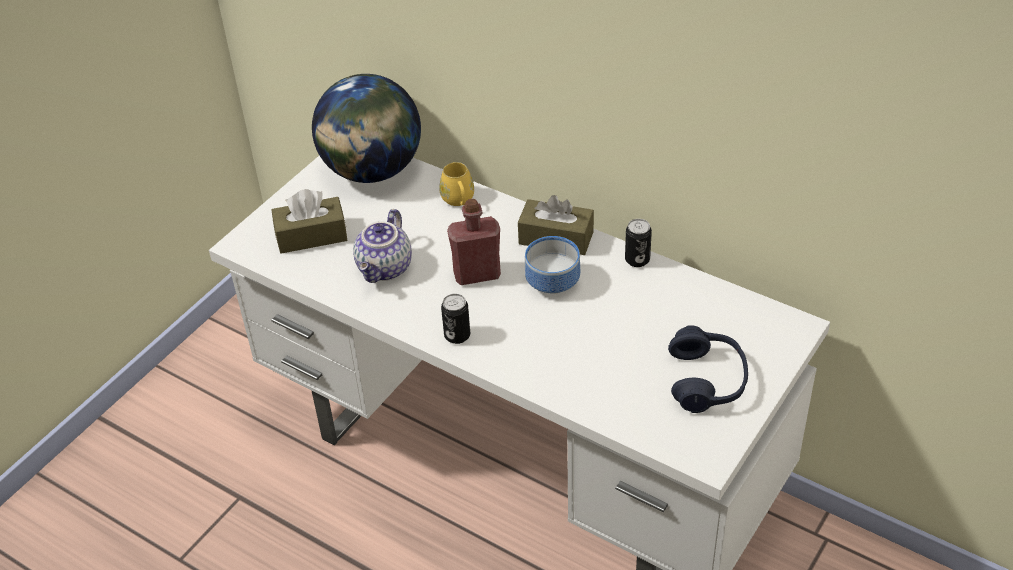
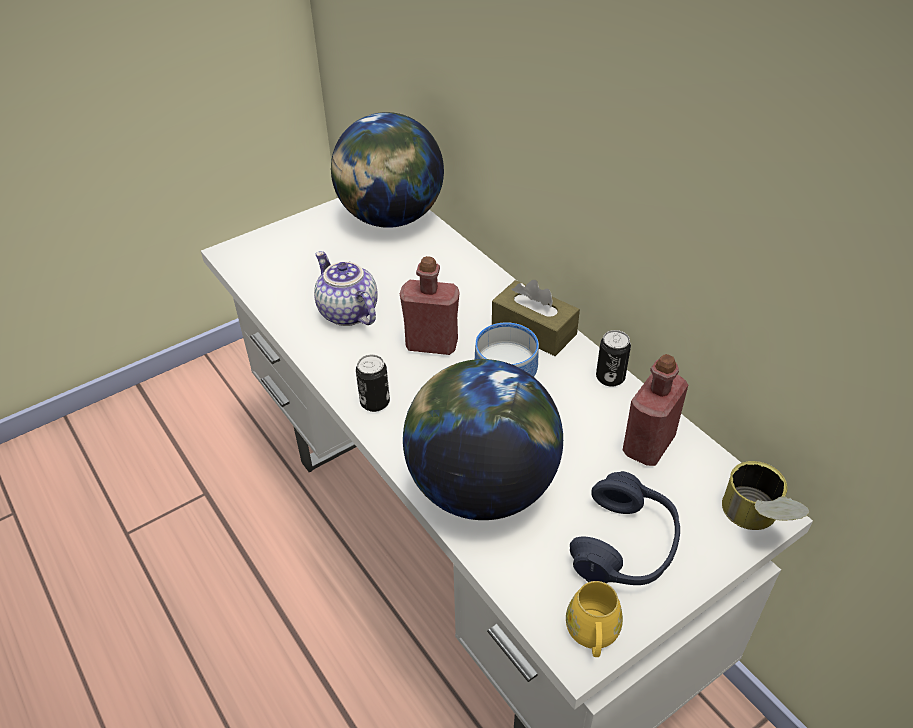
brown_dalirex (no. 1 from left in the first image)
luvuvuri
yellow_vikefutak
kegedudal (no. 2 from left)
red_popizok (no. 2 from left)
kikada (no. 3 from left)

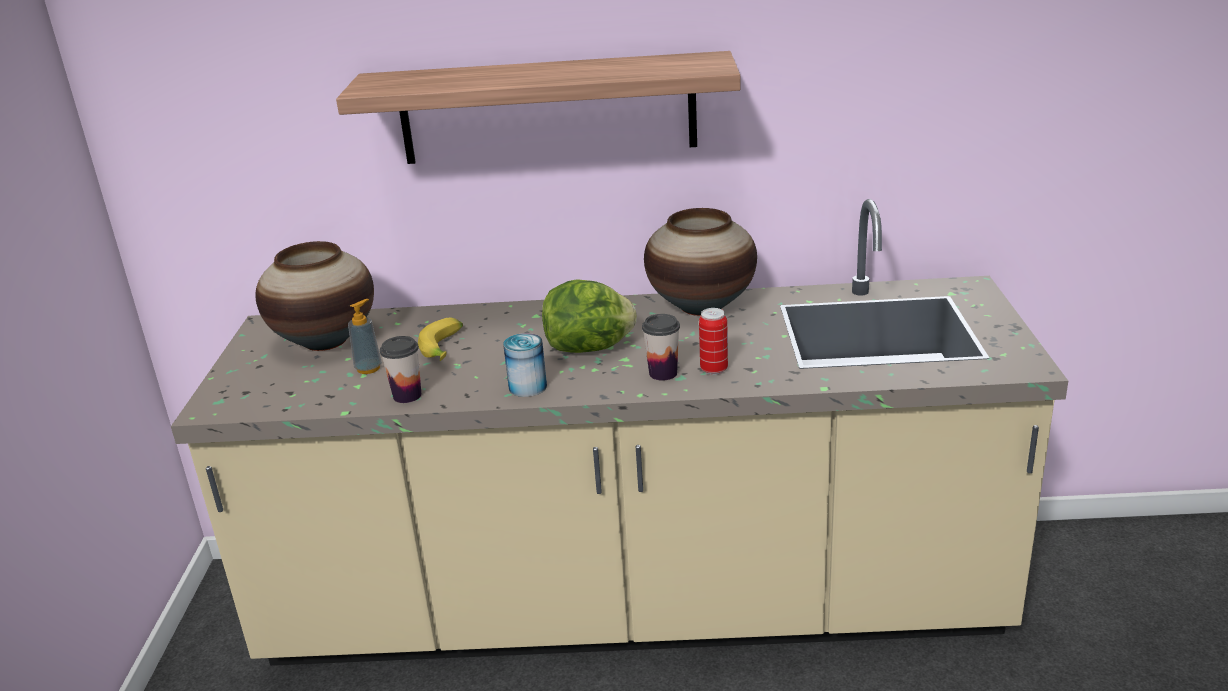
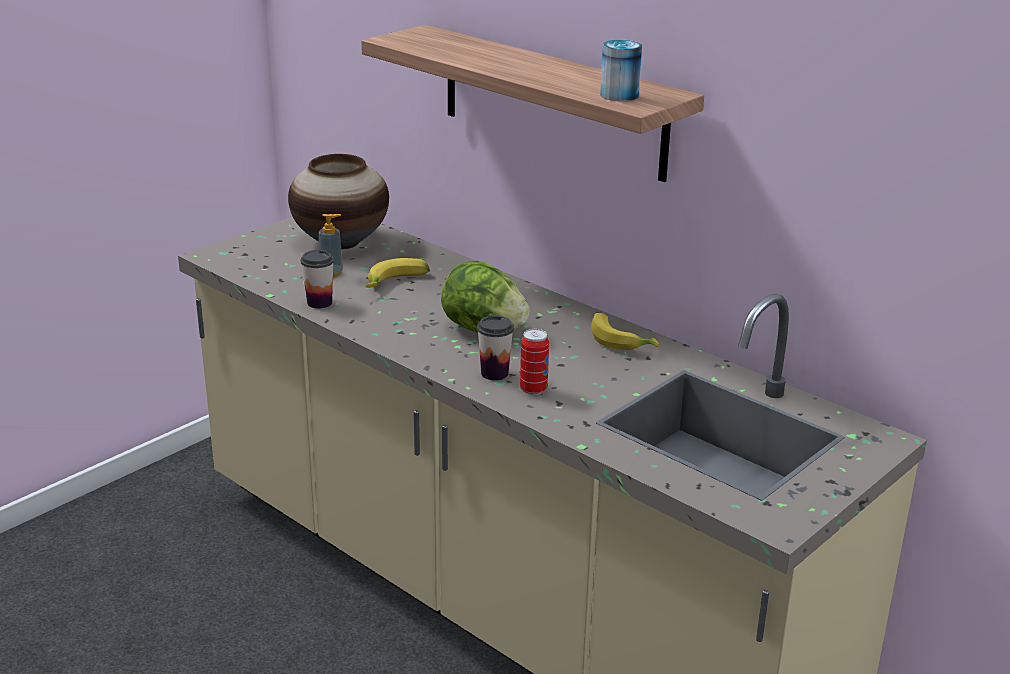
kikada (no. 2 from left)
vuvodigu (no. 2 from left)

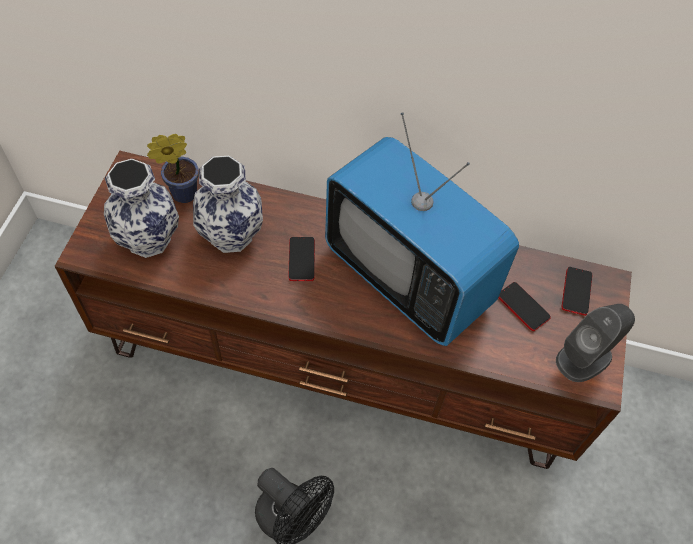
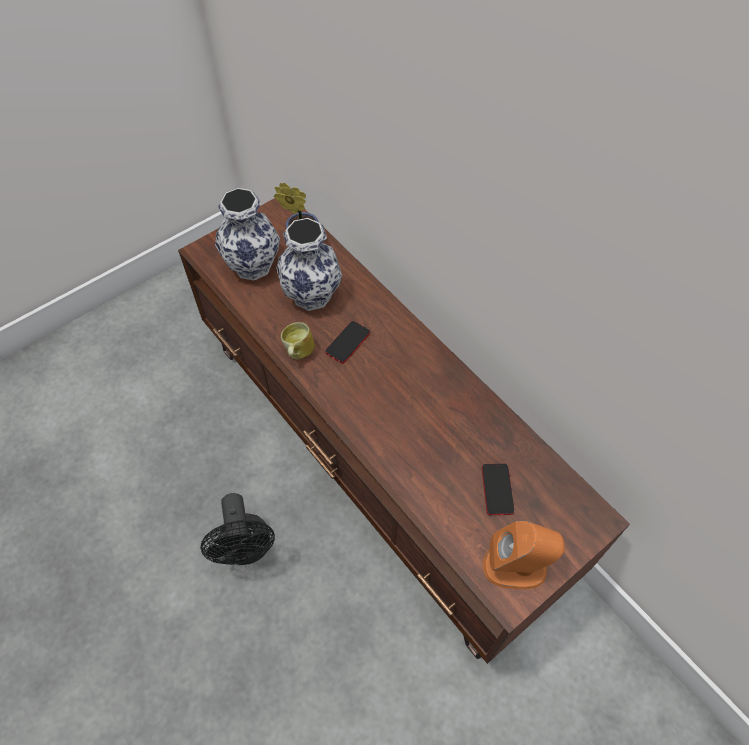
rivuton
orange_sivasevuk
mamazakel (no. 3 from left in the first image)
vikefutak

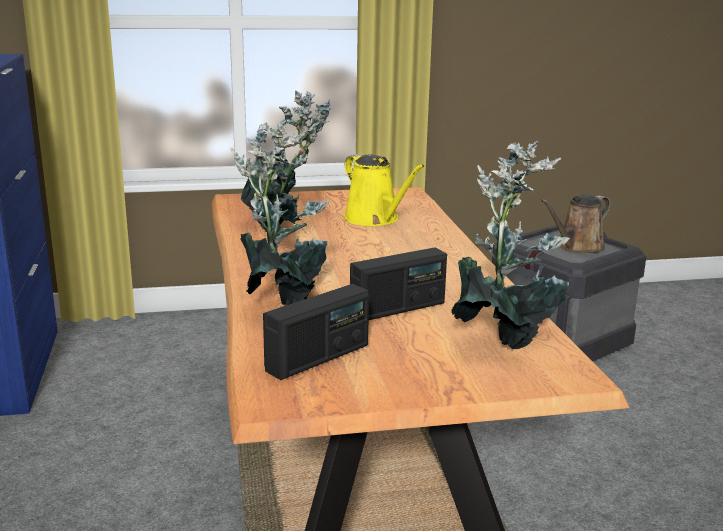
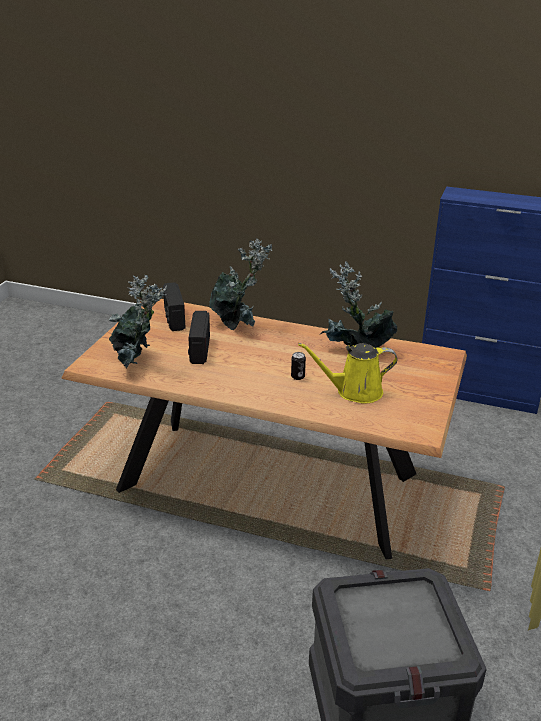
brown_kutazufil
kikada

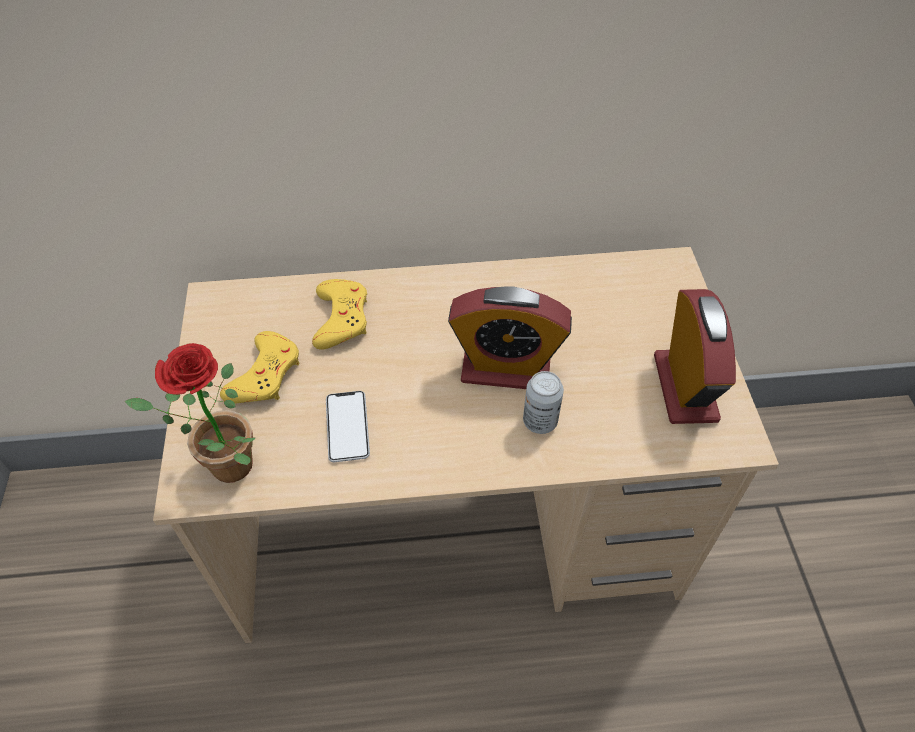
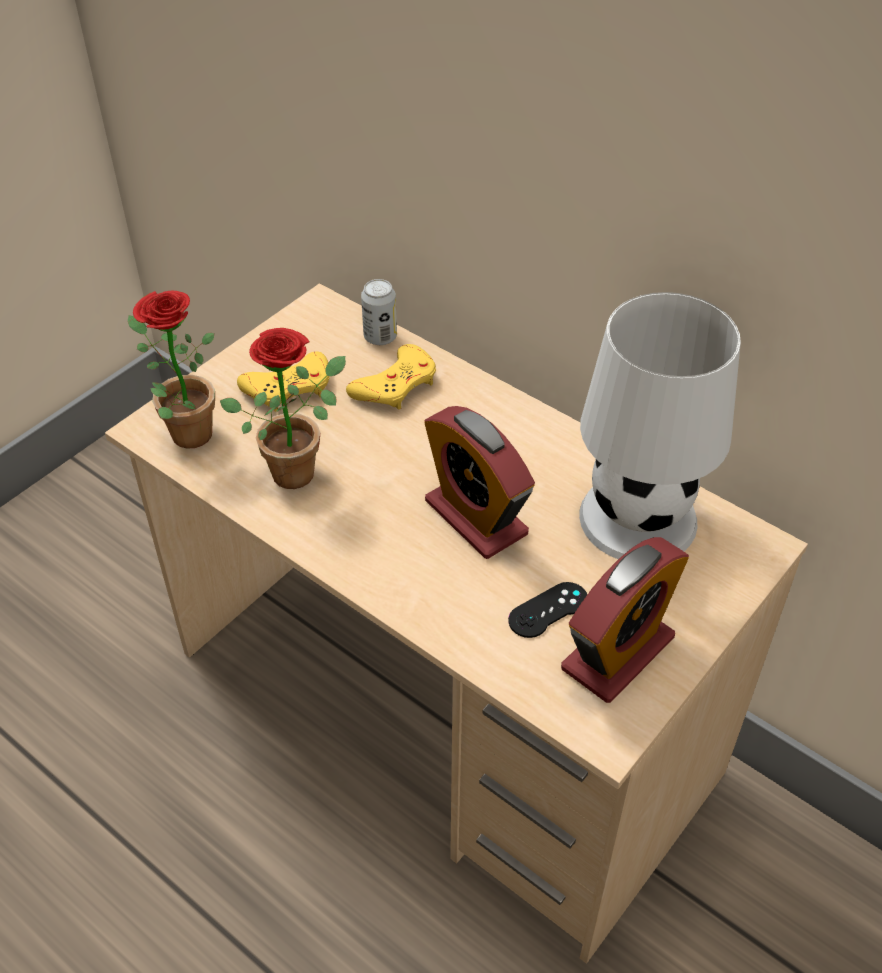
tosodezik (no. 2 from left)
kikada
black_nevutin
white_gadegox

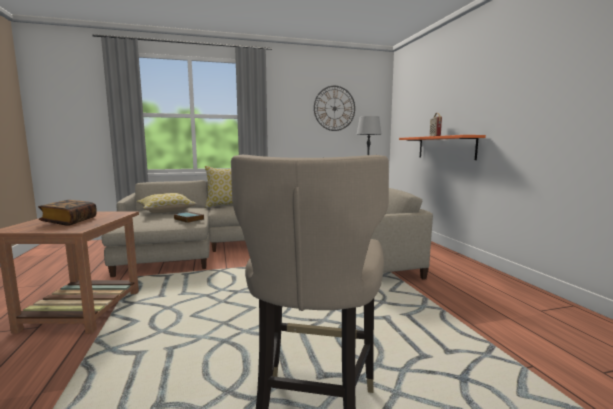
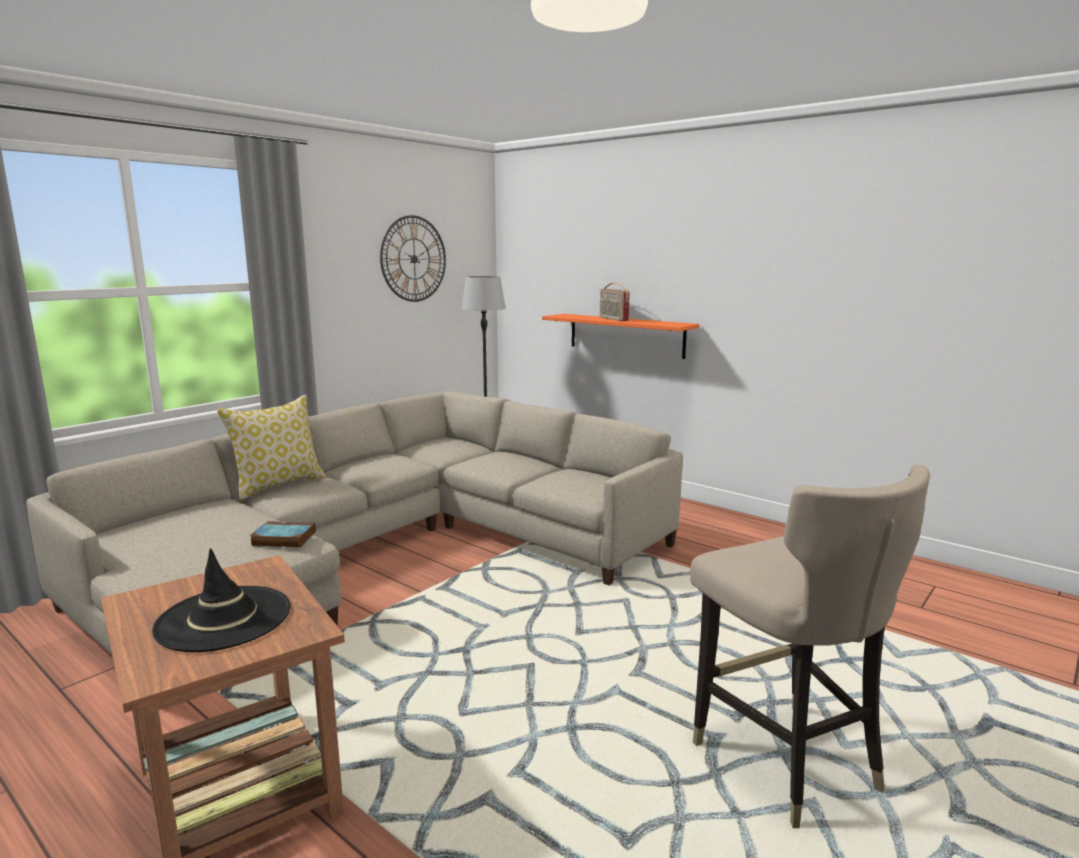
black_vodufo
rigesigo (no. 1 from left in the first image)

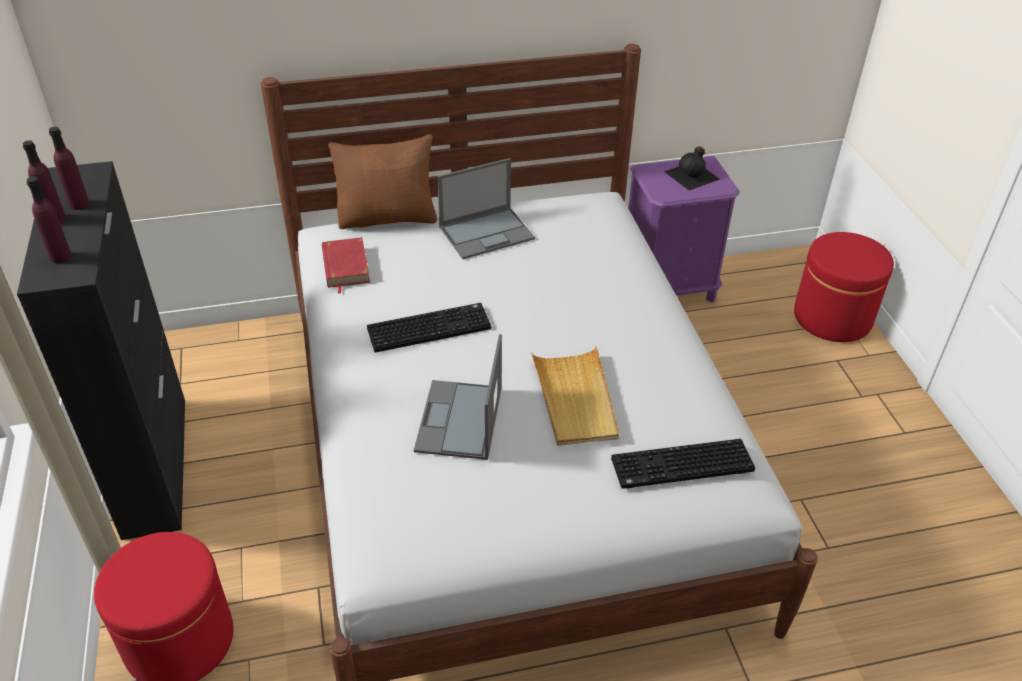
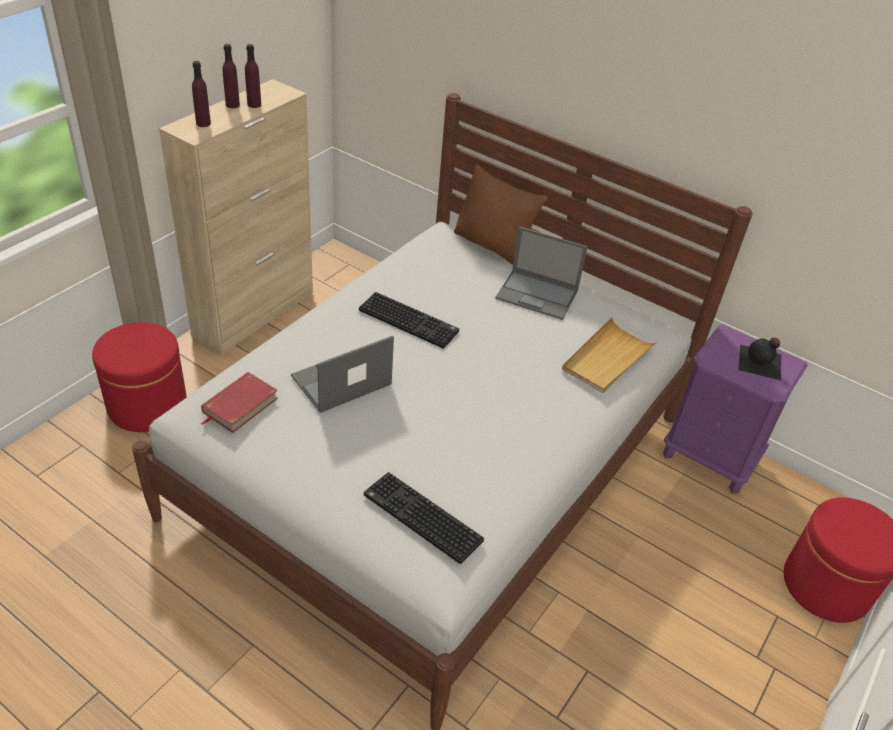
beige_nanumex
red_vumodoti
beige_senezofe

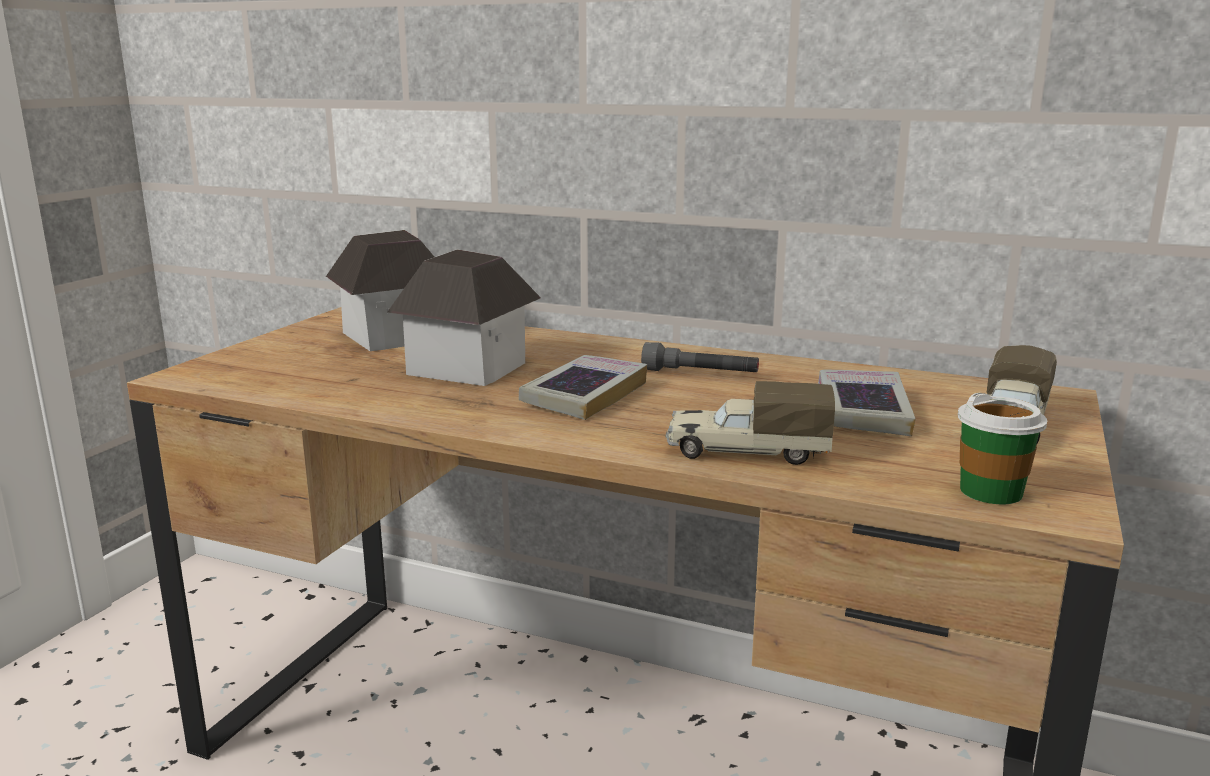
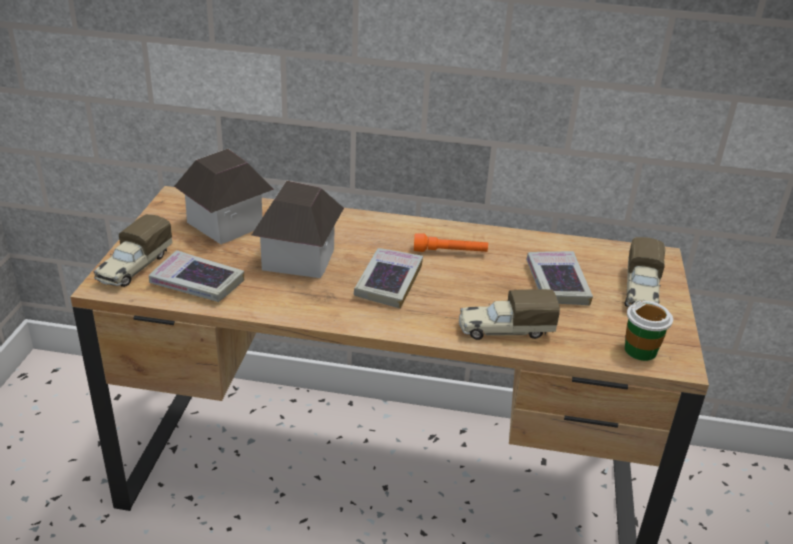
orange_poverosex
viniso (no. 1 from left)
vumodoti (no. 1 from left)

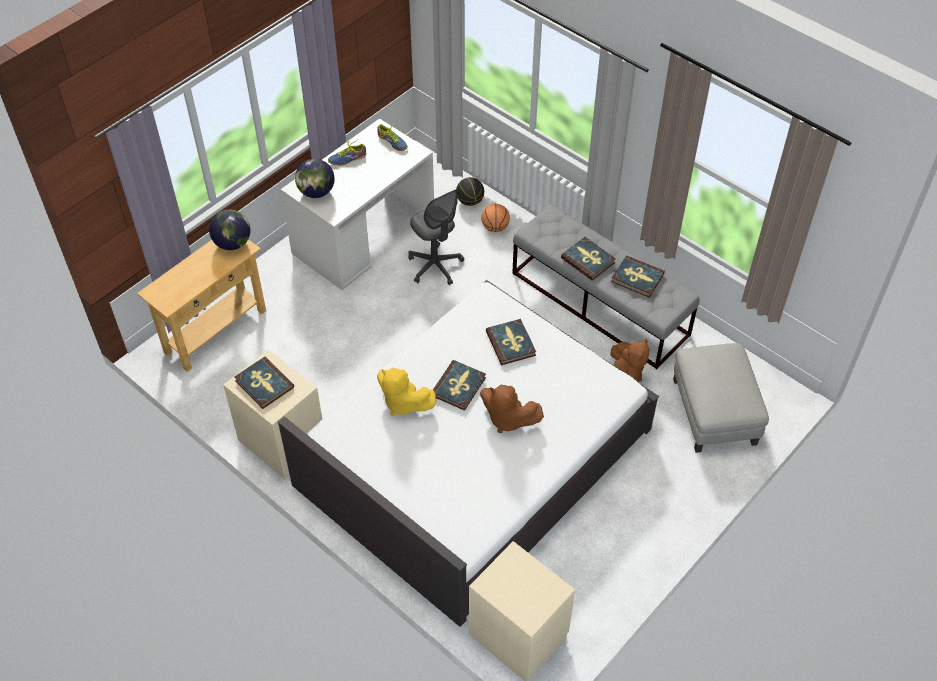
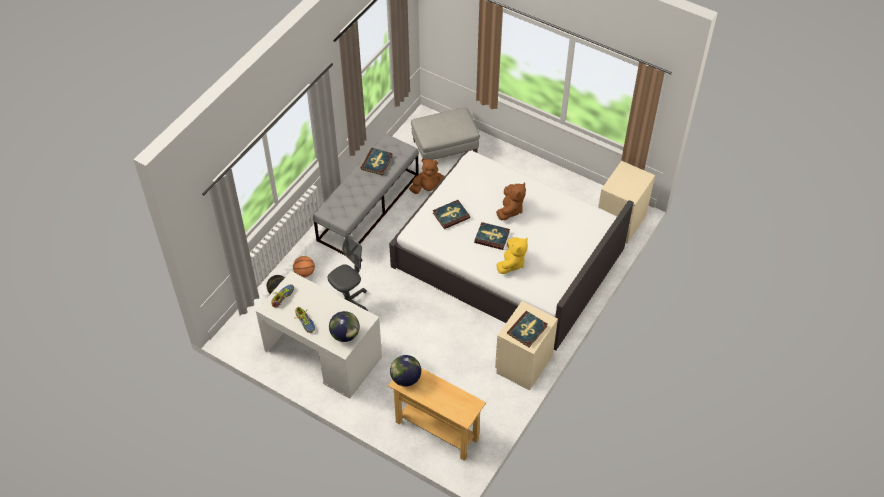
vumodoti (no. 4 from left in the first image)

